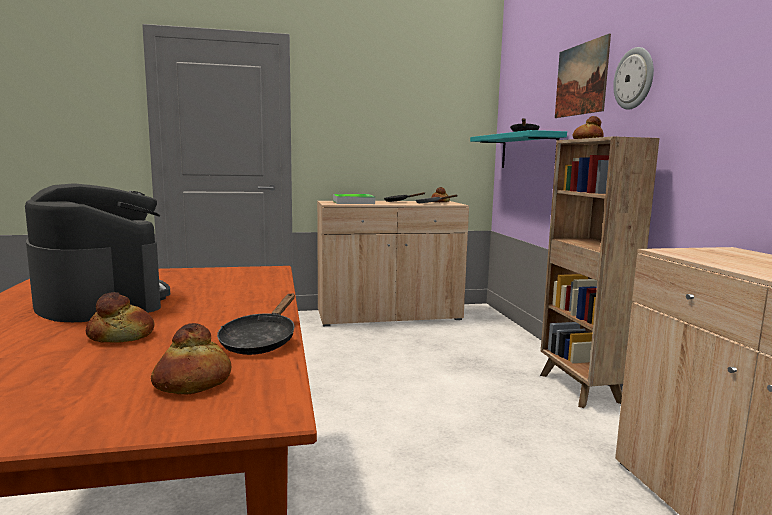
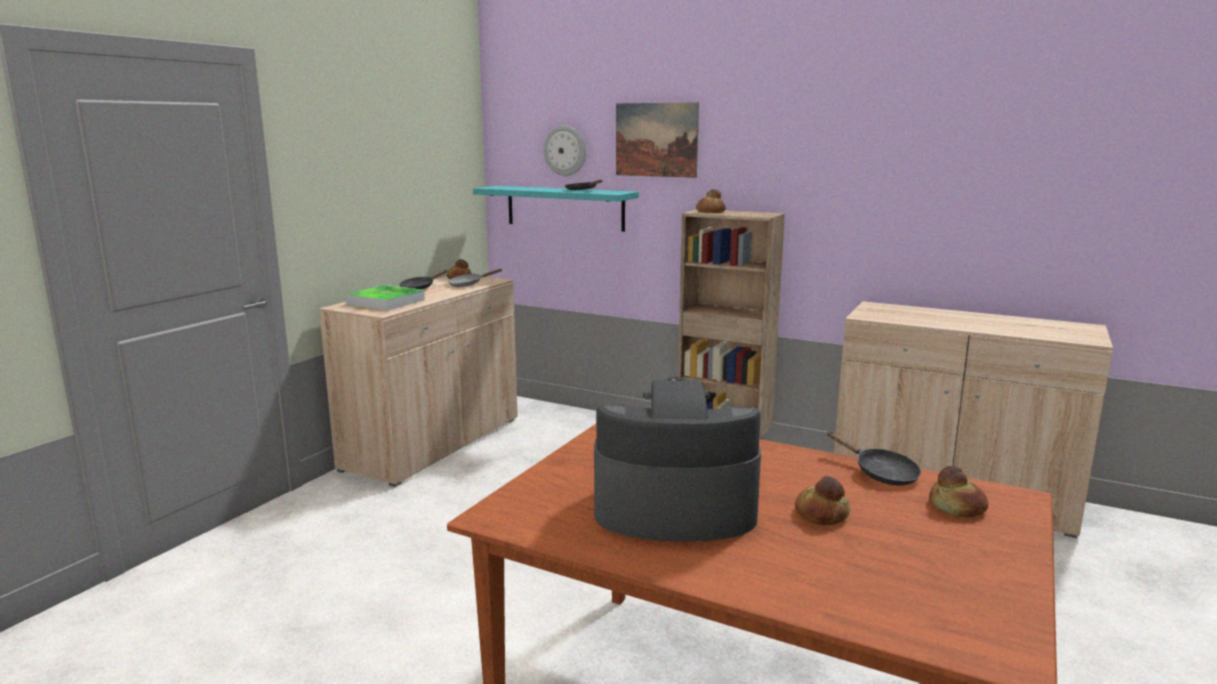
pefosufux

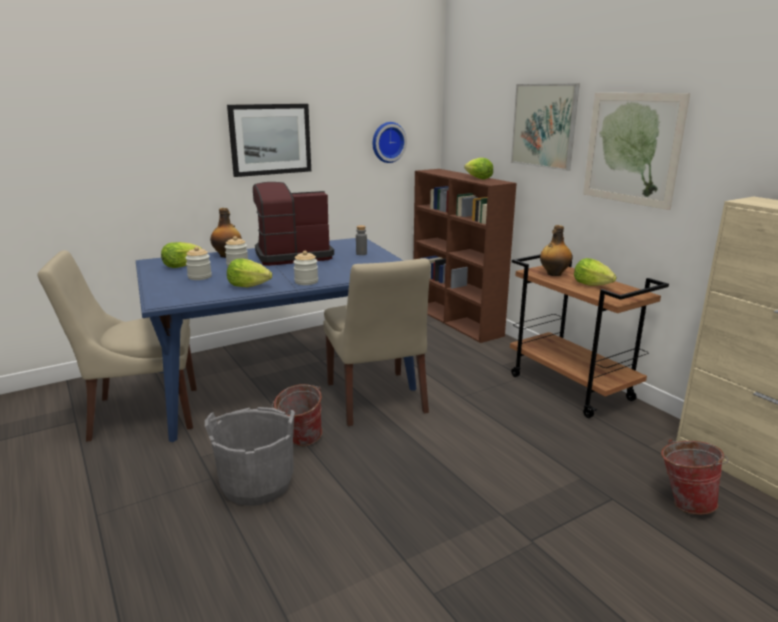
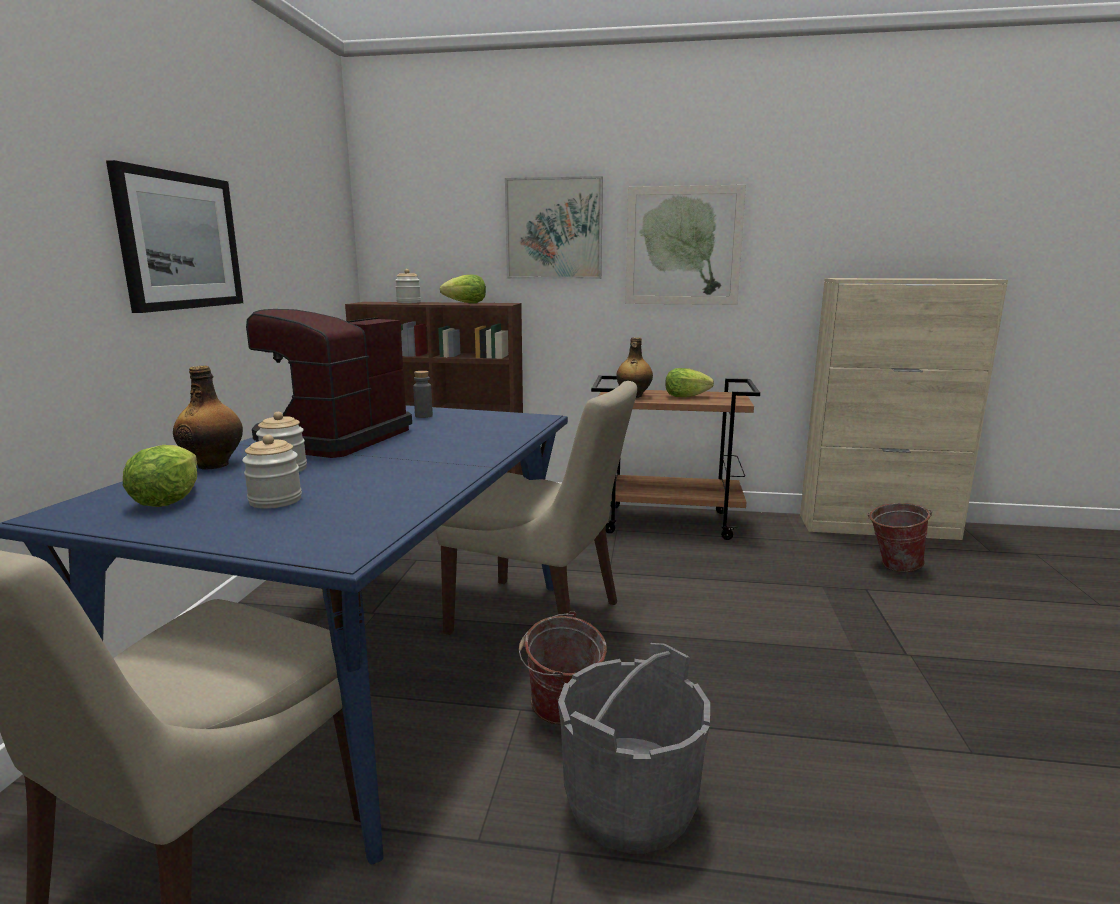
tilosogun (no. 2 from left in the first image)
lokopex (no. 3 from left)
pefosufux

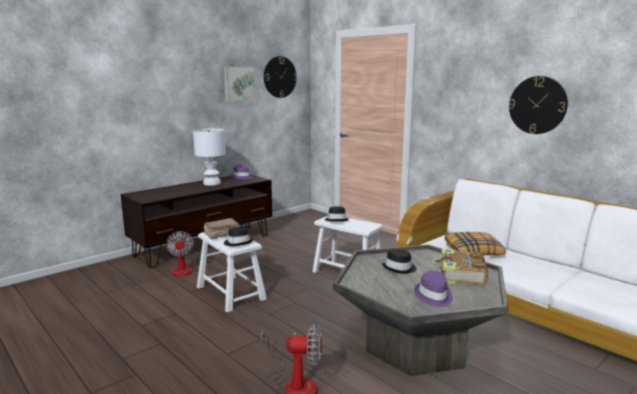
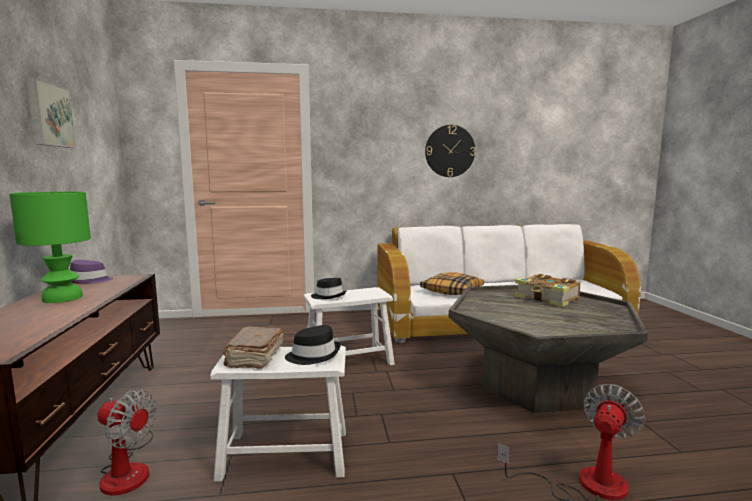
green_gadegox
pefosufux (no. 1 from left in the first image)
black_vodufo (no. 3 from left in the first image)
purple_vodufo (no. 2 from left in the first image)

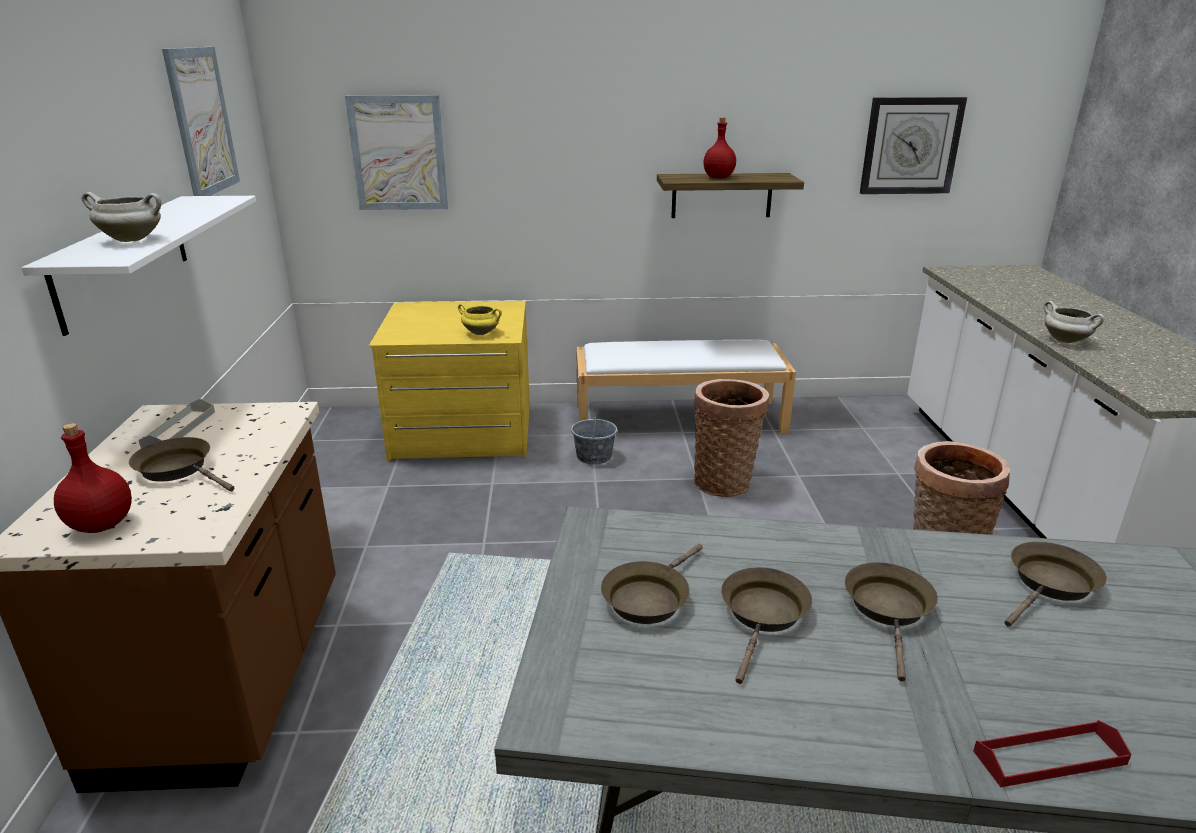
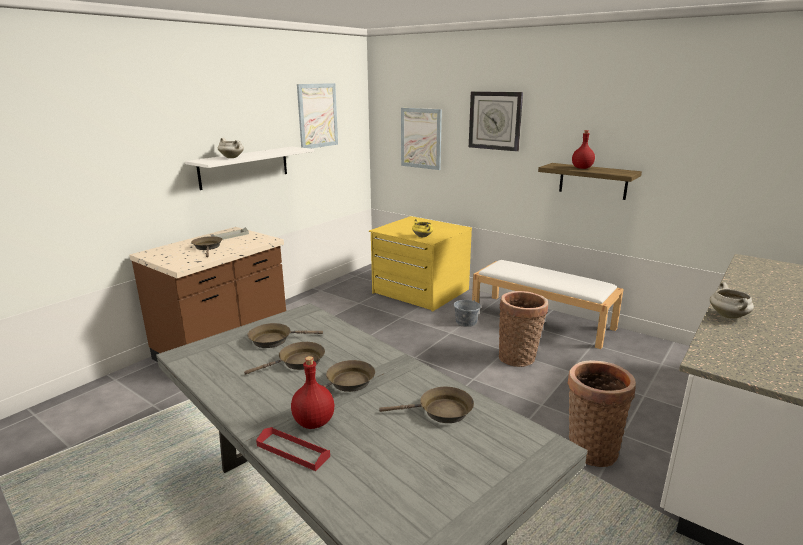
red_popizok (no. 1 from left)
pefosufux

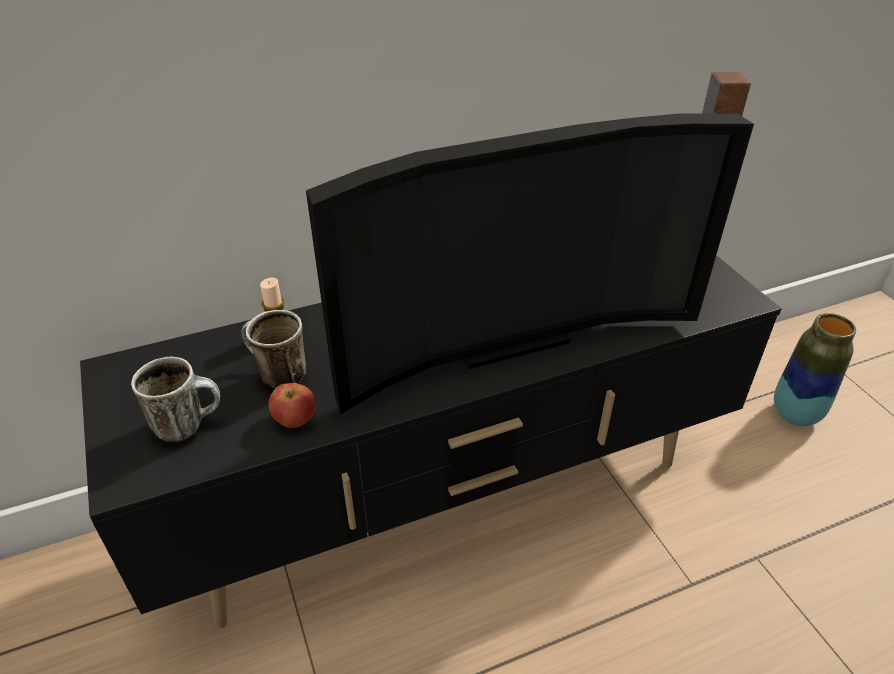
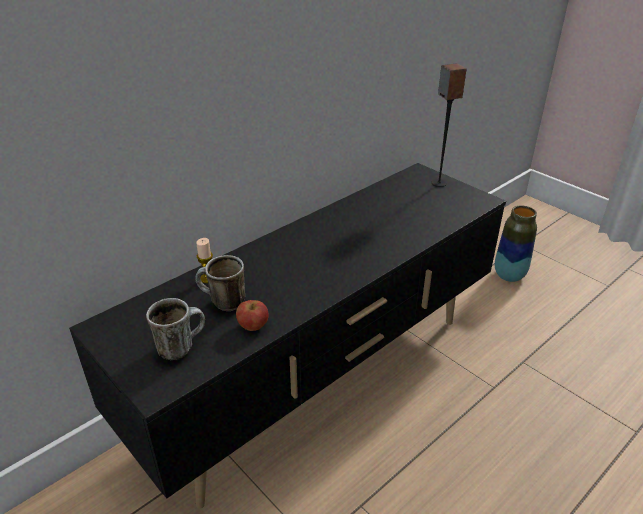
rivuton

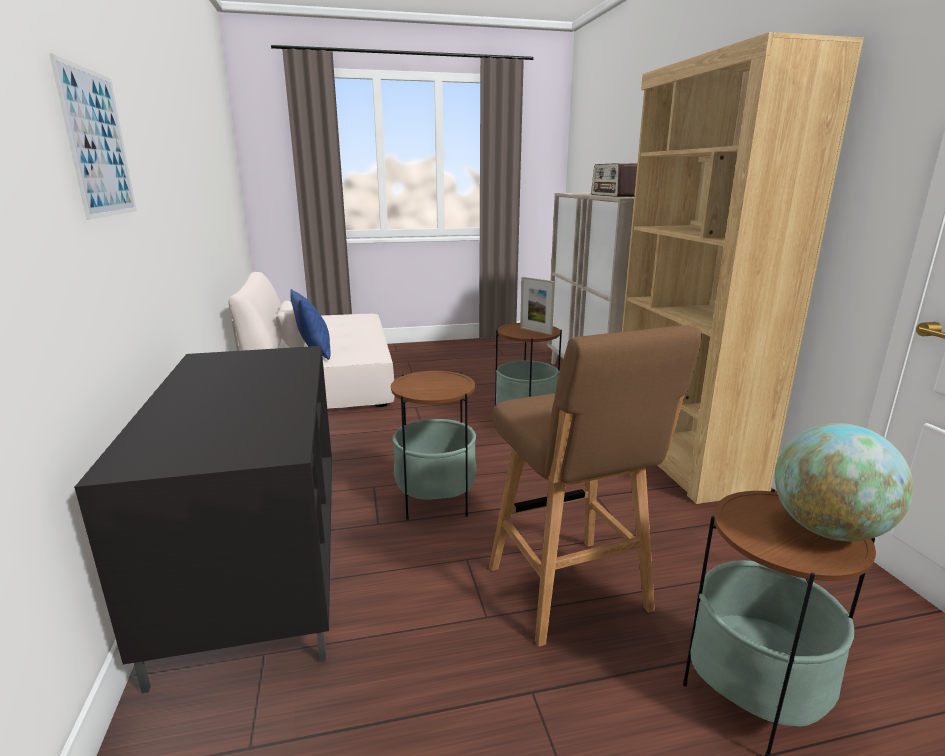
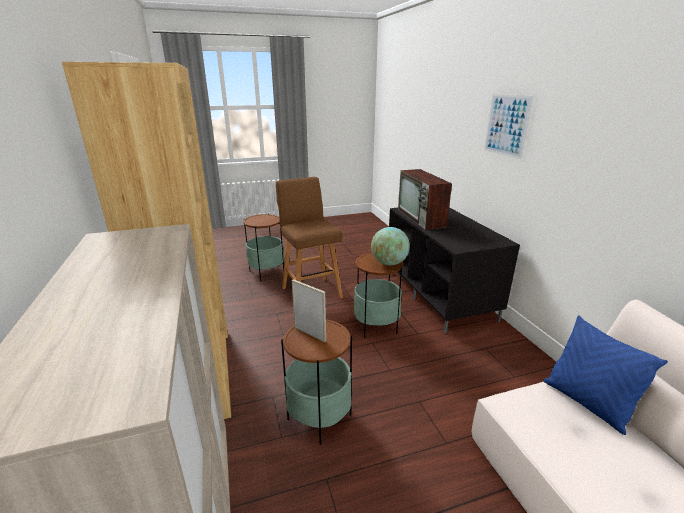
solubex
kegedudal
rivuton

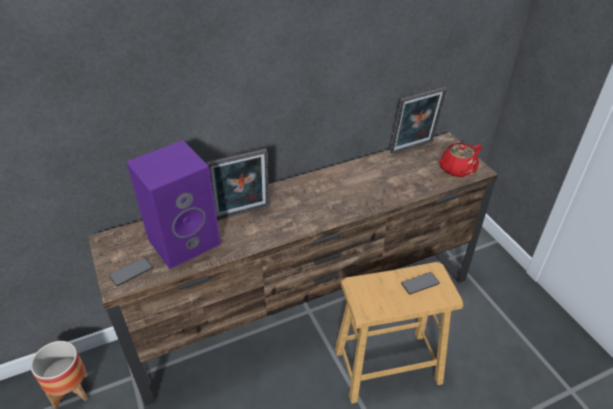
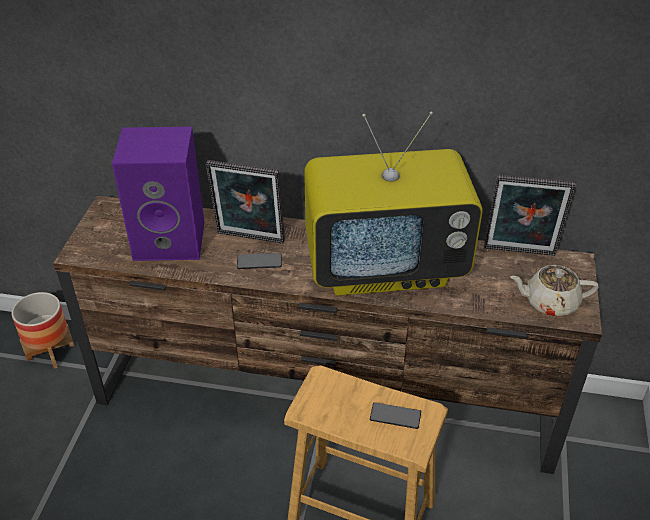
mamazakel (no. 1 from left)
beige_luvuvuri
rivuton

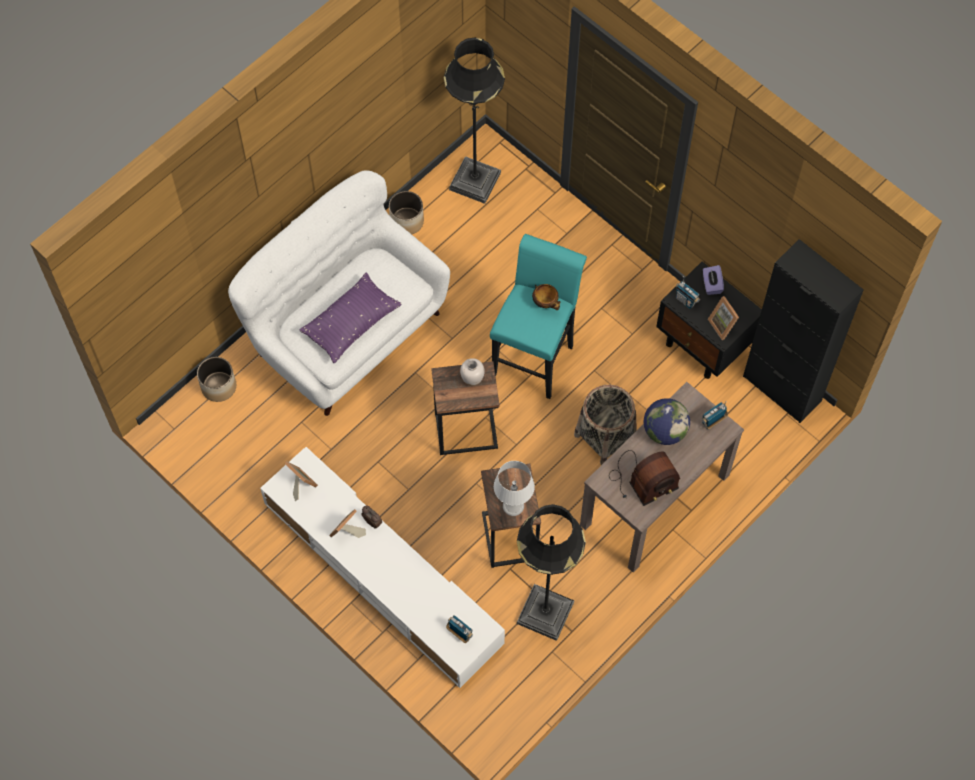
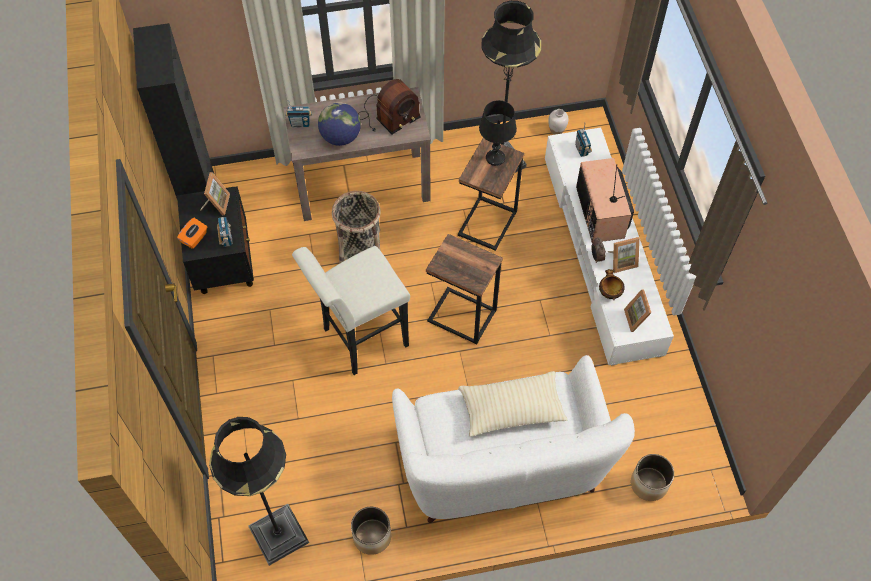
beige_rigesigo
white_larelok
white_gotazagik
black_gadegox
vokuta
solubex (no. 3 from left)
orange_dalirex
rivuton

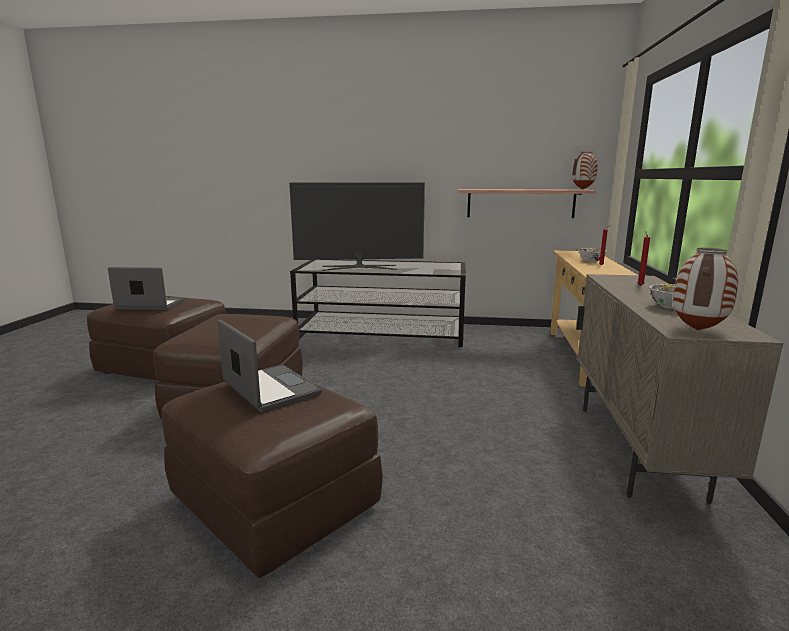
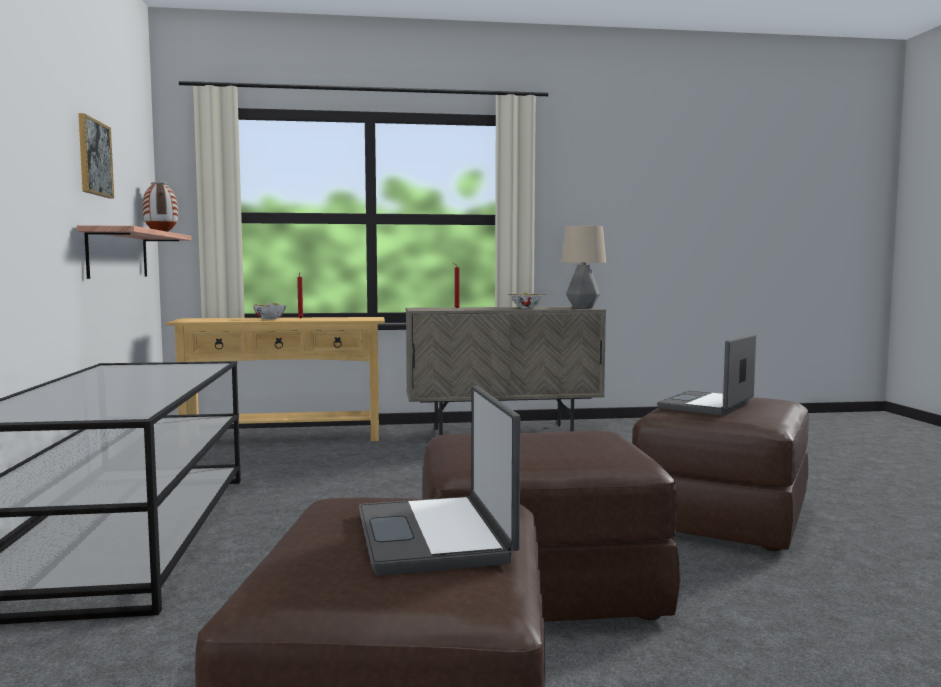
rivuton
gadegox
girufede

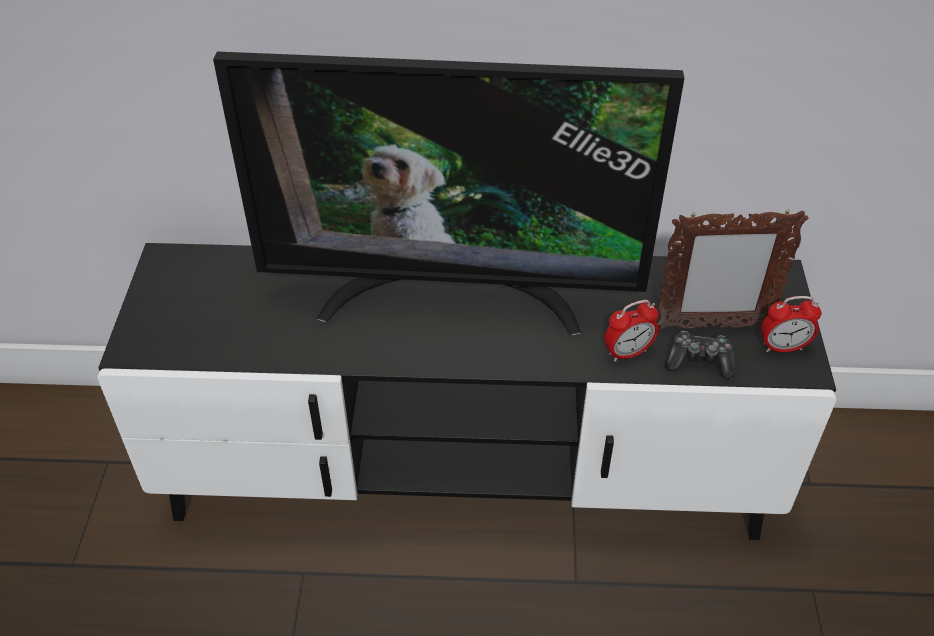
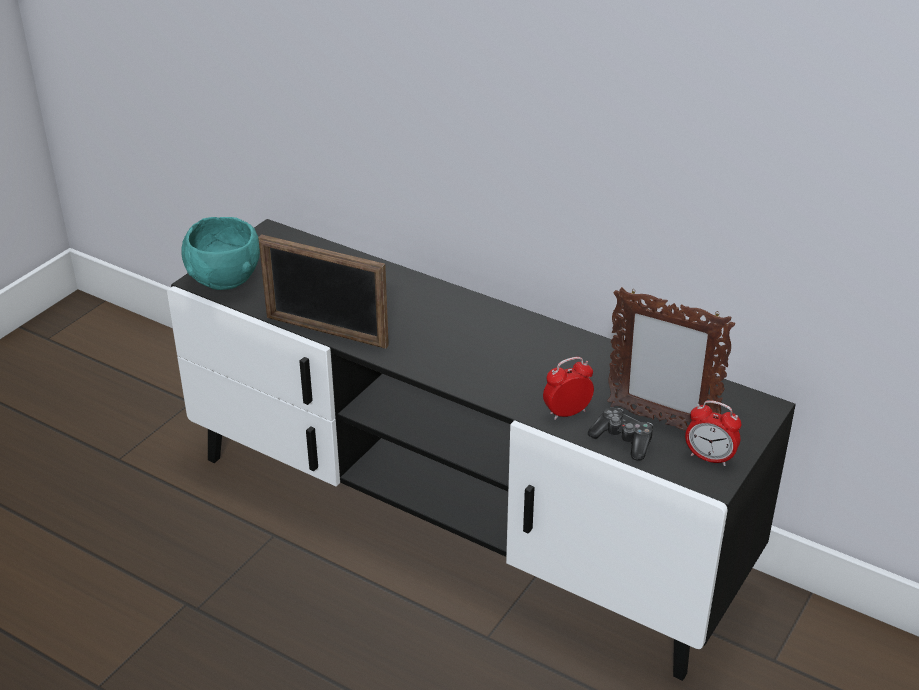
rivuton
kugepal (no. 1 from left)
turquoise_vokuta
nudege (no. 1 from left)

